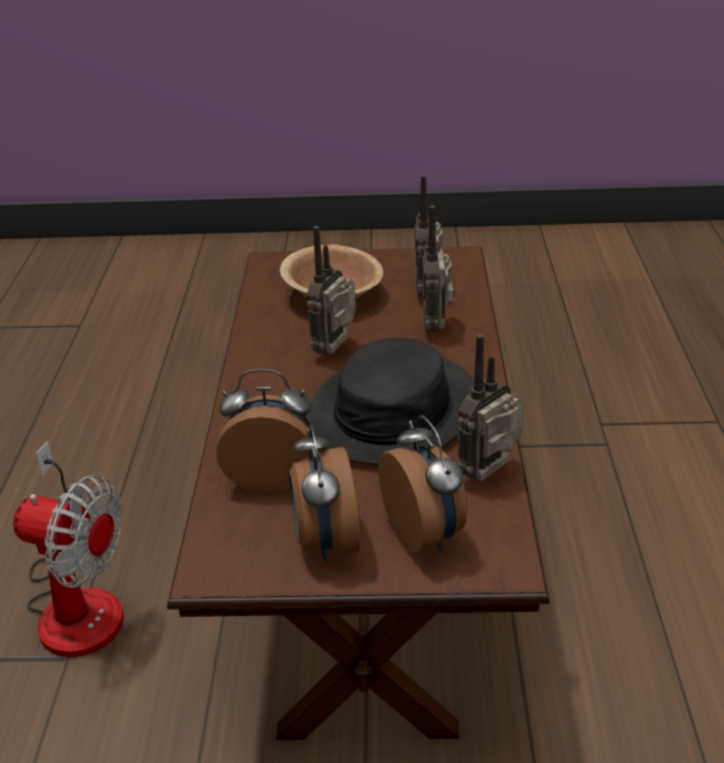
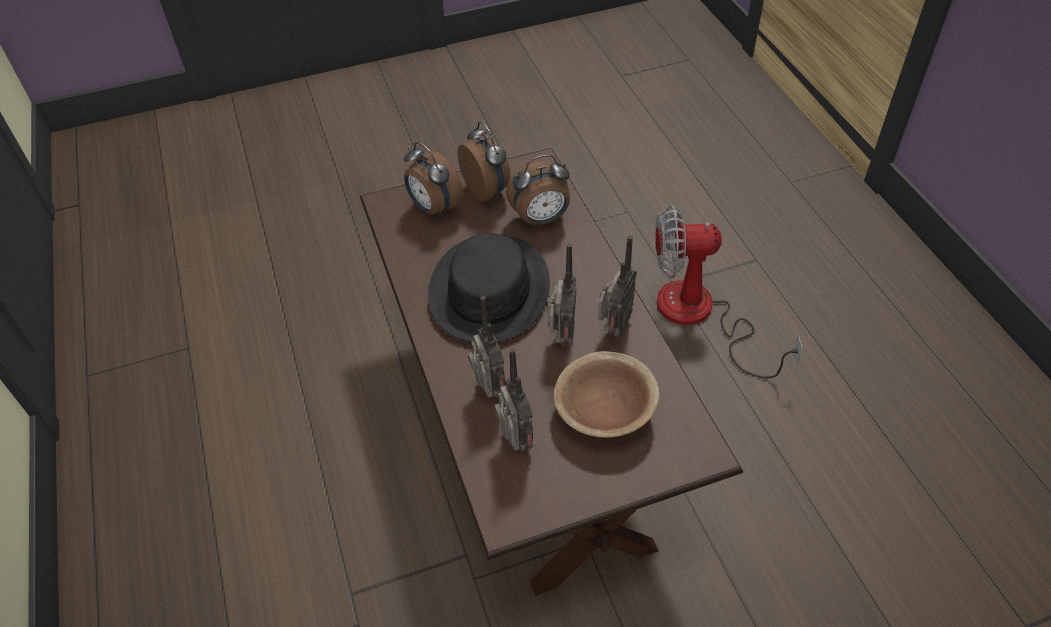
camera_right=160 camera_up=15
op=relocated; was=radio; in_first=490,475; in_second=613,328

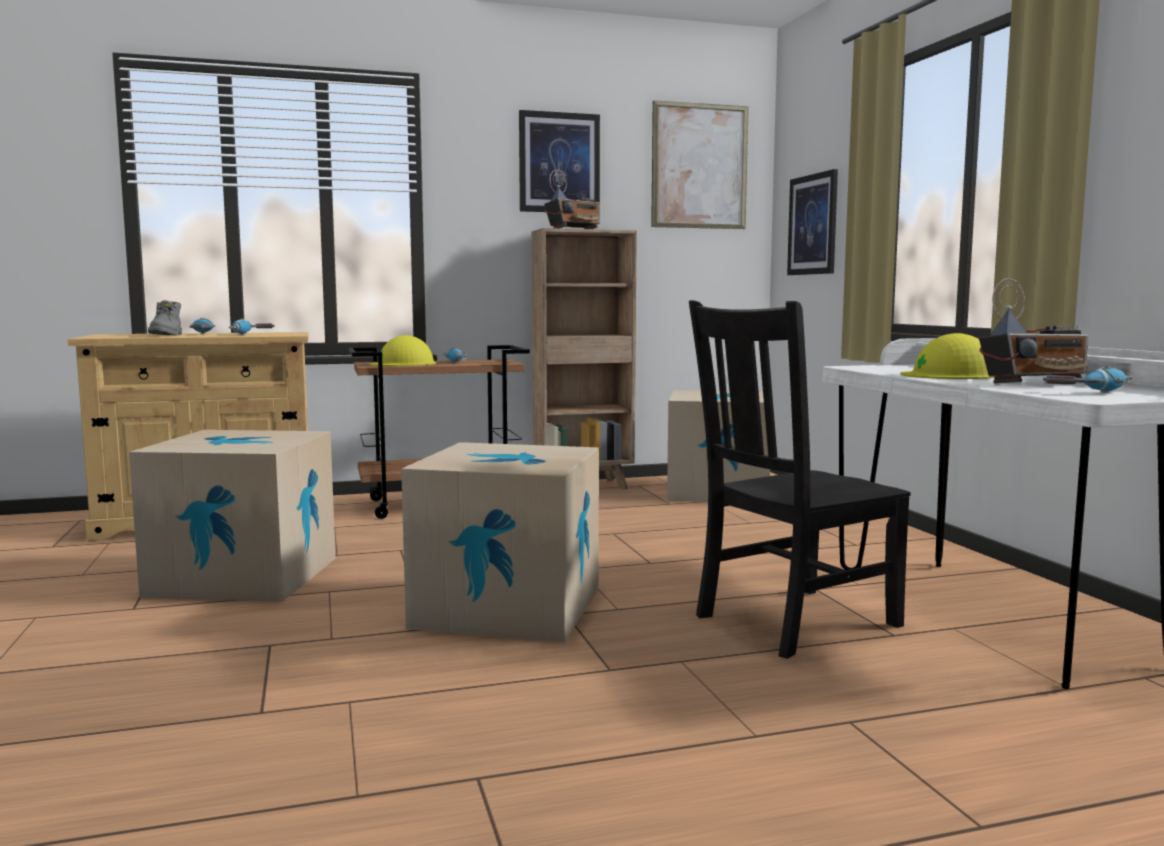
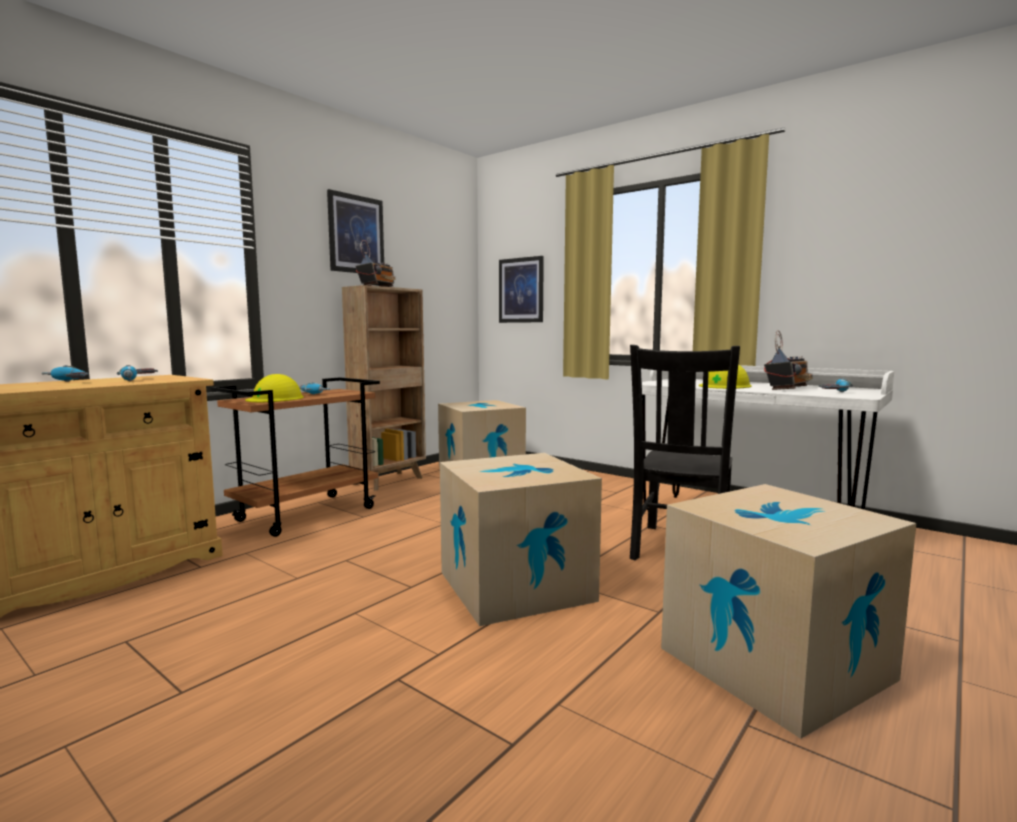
camera_right=-35 camera_up=0
op=missing; was=grey boot; in_first=167,335
op=missing; was=picture; in_first=699,166
op=relocated; was=cardboard box; in_first=244,576; in_second=774,663

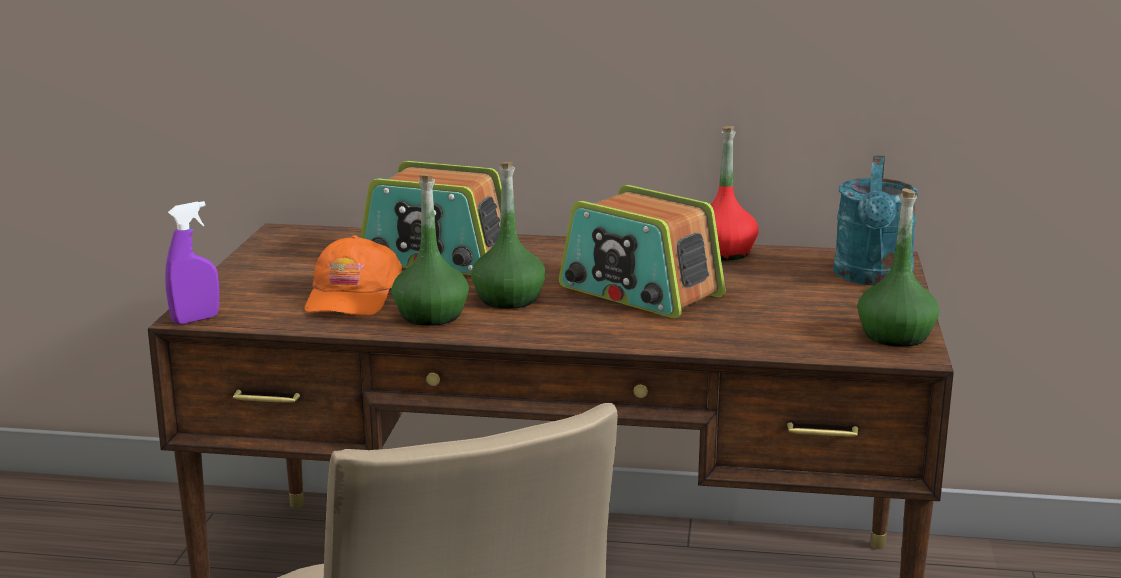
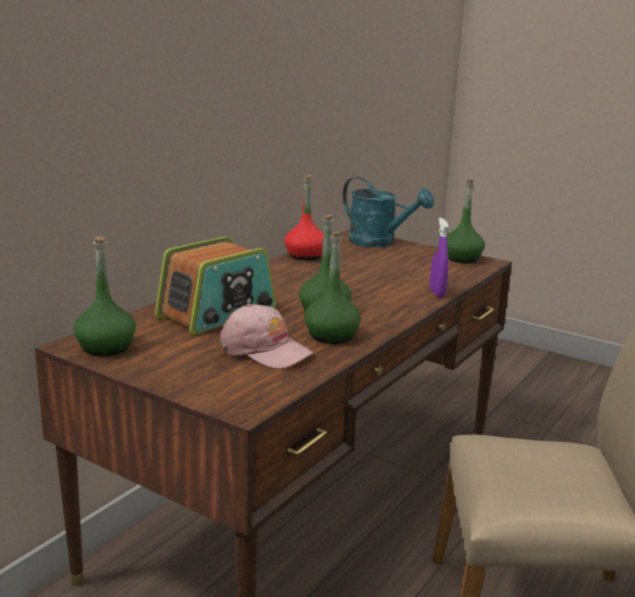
camera_right=-65 camera_up=0
op=missing; was=radio; in_first=640,292
op=appeared; now=green bottle; in_second=106,347
op=relocated; was=purple spray bottle; in_first=195,319; in_second=437,293
op=colour; was=orange cap; now=pink cap; in_first=352,296; in_second=265,350

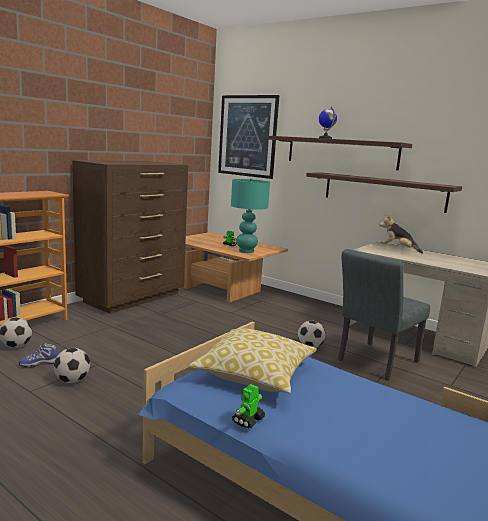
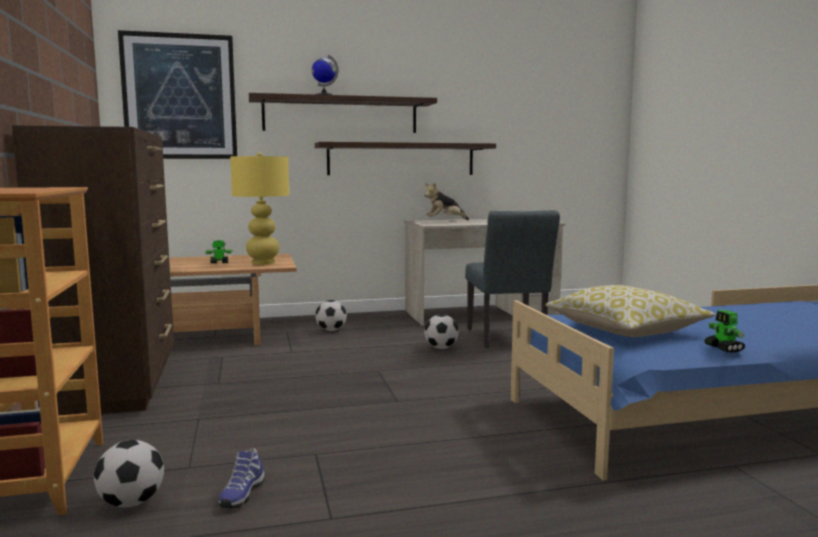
camera_right=-50 camera_up=-5
op=relocated; was=football; in_first=72,380; in_second=331,330
op=colour; was=turquoise table lamp; now=yellow table lamp; in_first=246,251; in_second=263,263

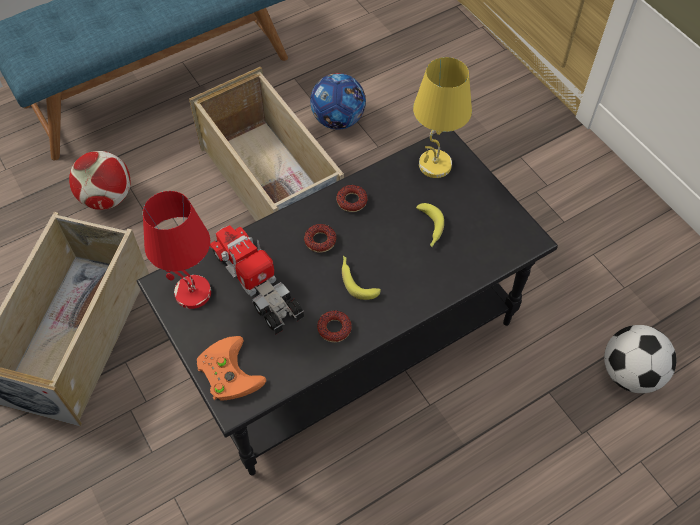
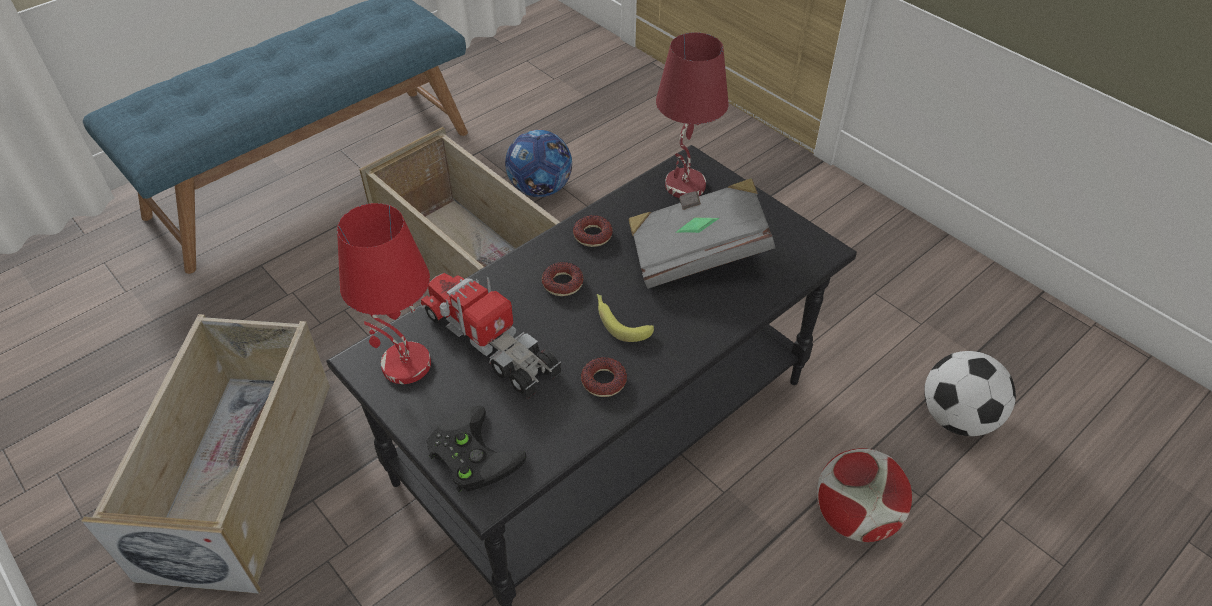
camera_right=-10 camera_up=-10
op=relocated; was=football; in_first=107,198; in_second=854,517
op=exchanged; was=banana; now=grey book; in_first=429,228; in_second=697,253
op=colour; was=orange game controller; now=black game controller; in_first=226,371; in_second=469,453
op=colour; was=yellow table lamp; now=red table lamp; in_first=434,166; in_second=685,186

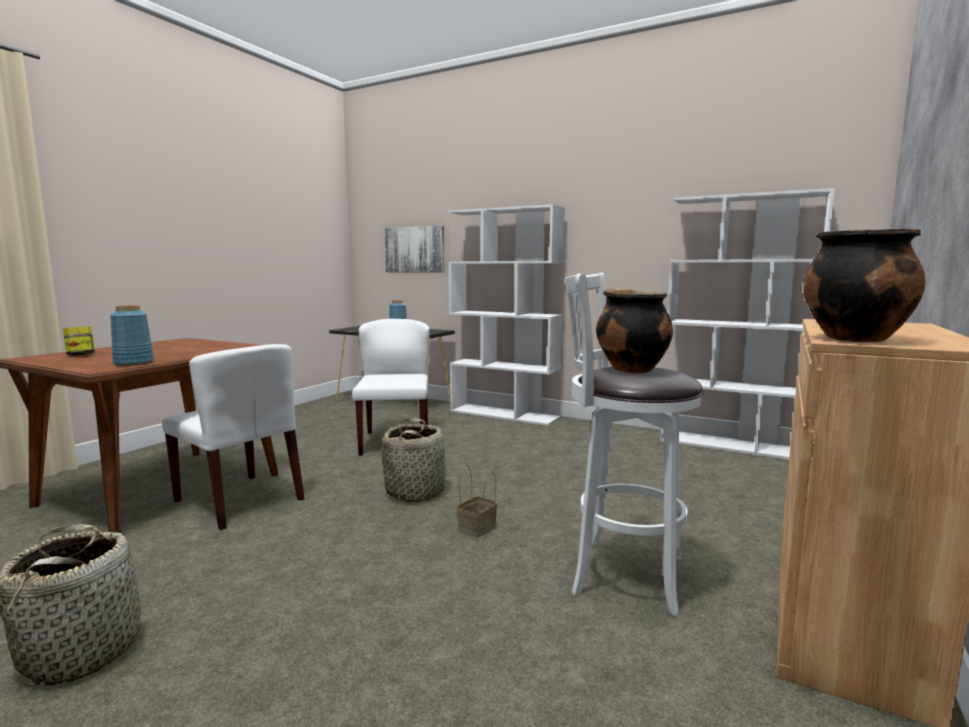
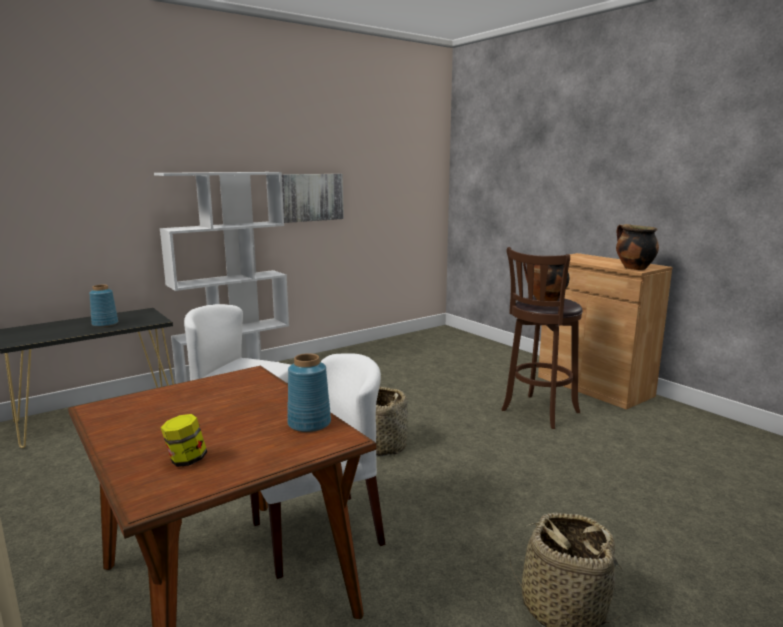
camera_right=-65 camera_up=5
op=missing; was=basket; in_first=477,529
op=missing; was=white bookcase; in_first=731,445
op=relocated; was=picture; in_first=415,249; in_second=310,197
op=colour; was=white stool; now=brown stool; in_first=621,573; in_second=538,412

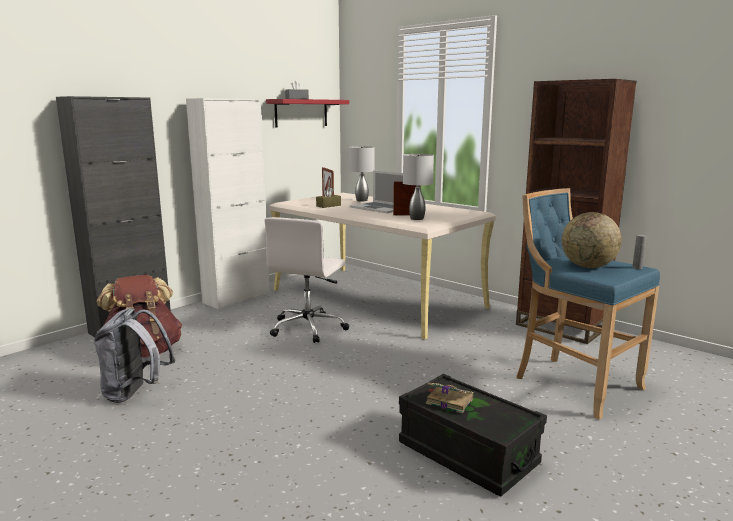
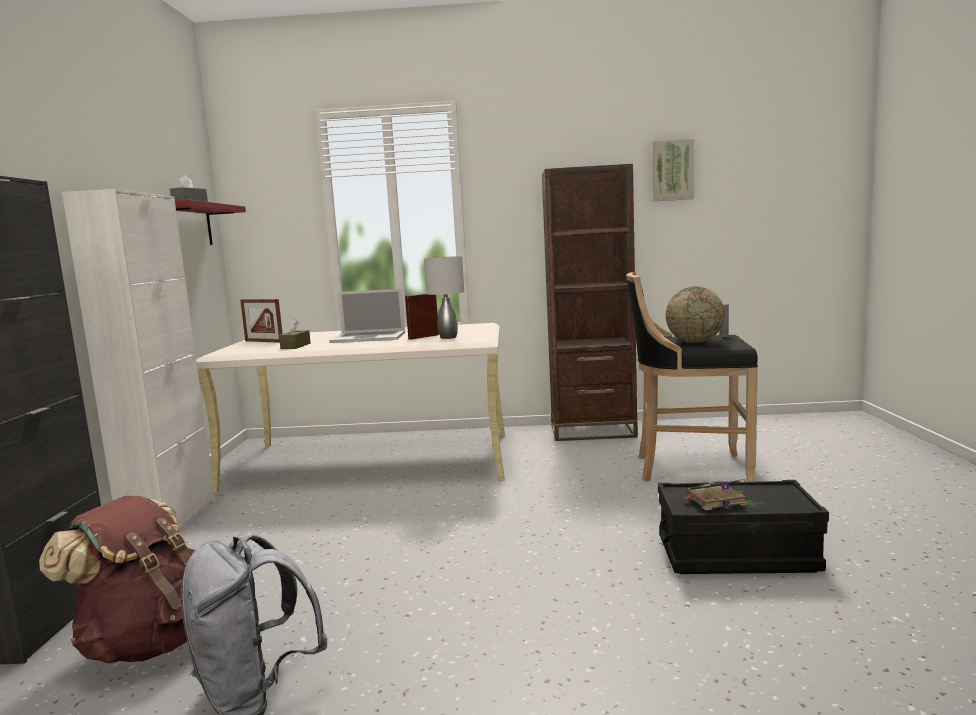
camera_right=-40 camera_up=-5
op=missing; was=white office chair; in_first=309,328
op=missing; was=grey table lamp; in_first=362,200
op=appeared; now=picture; in_second=672,170
op=colour; was=blue stool; now=black stool; in_first=573,383; in_second=688,469

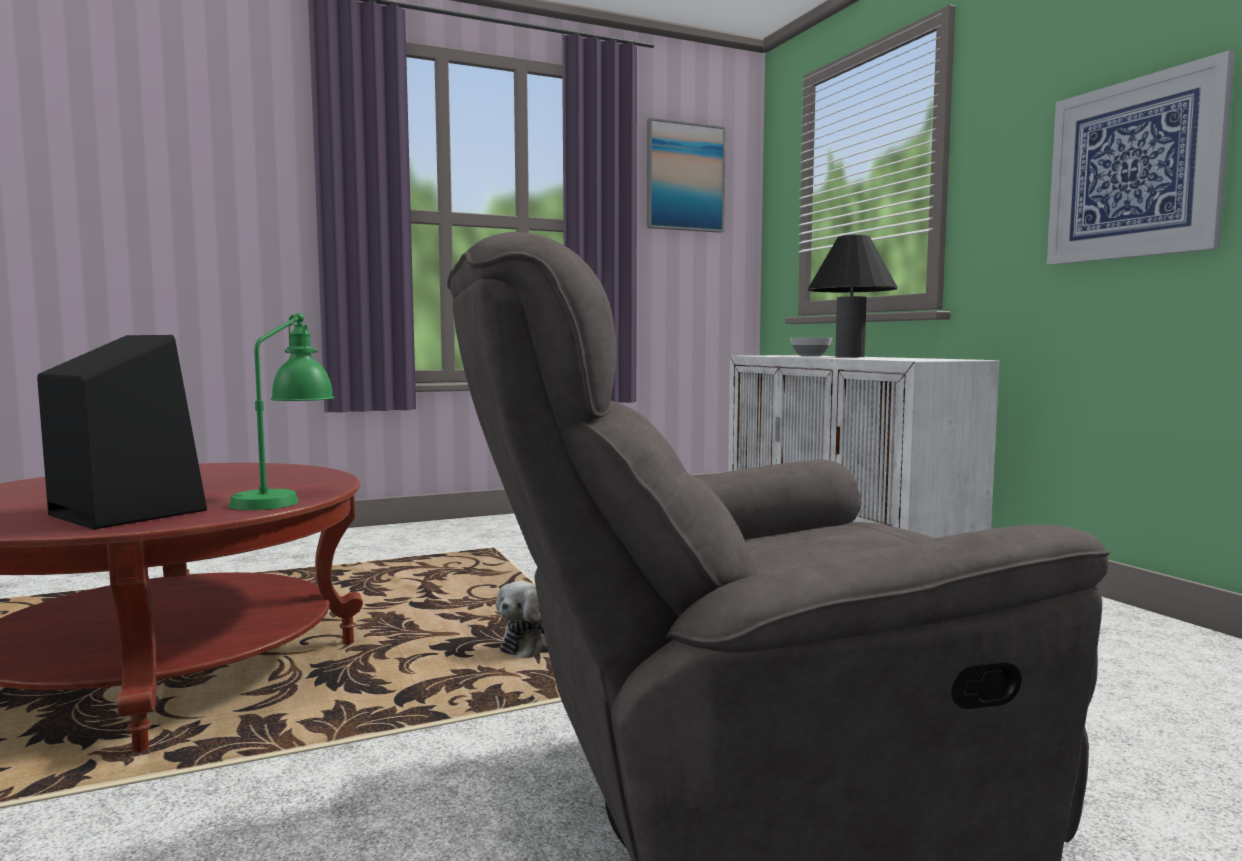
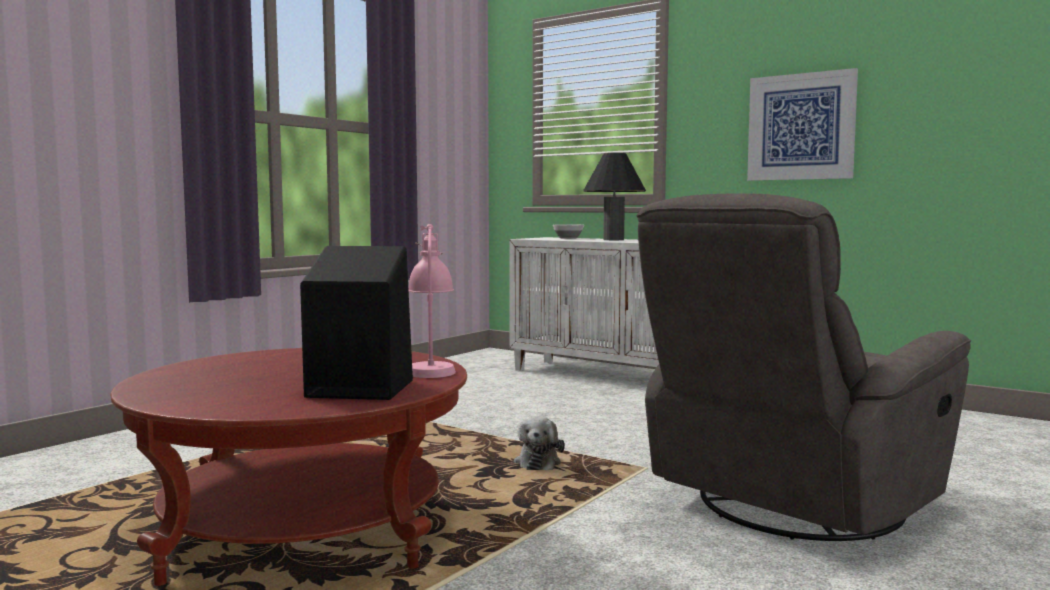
camera_right=-30 camera_up=0
op=missing; was=picture; in_first=684,177
op=colour; was=green table lamp; now=pink table lamp; in_first=285,498; in_second=430,368

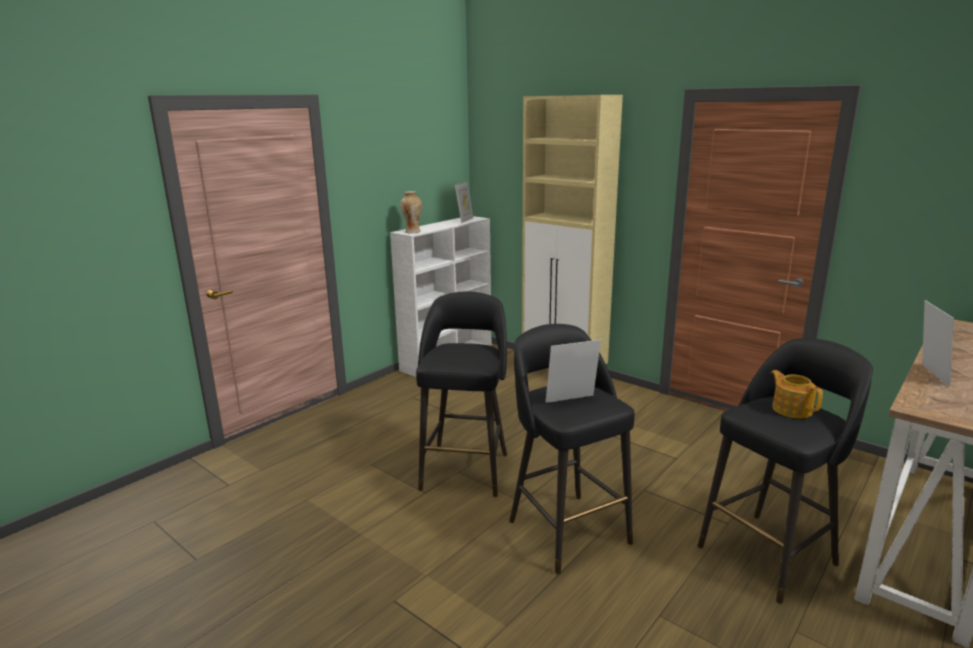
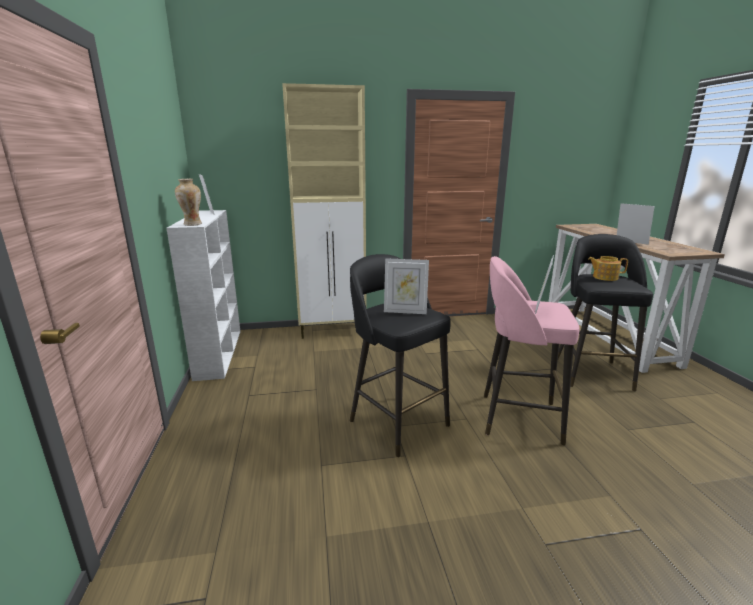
camera_right=-50 camera_up=0
op=appeared; now=picture frame; in_second=405,311
op=colour; was=black stool; now=pink stool; in_first=567,530; in_second=517,417

